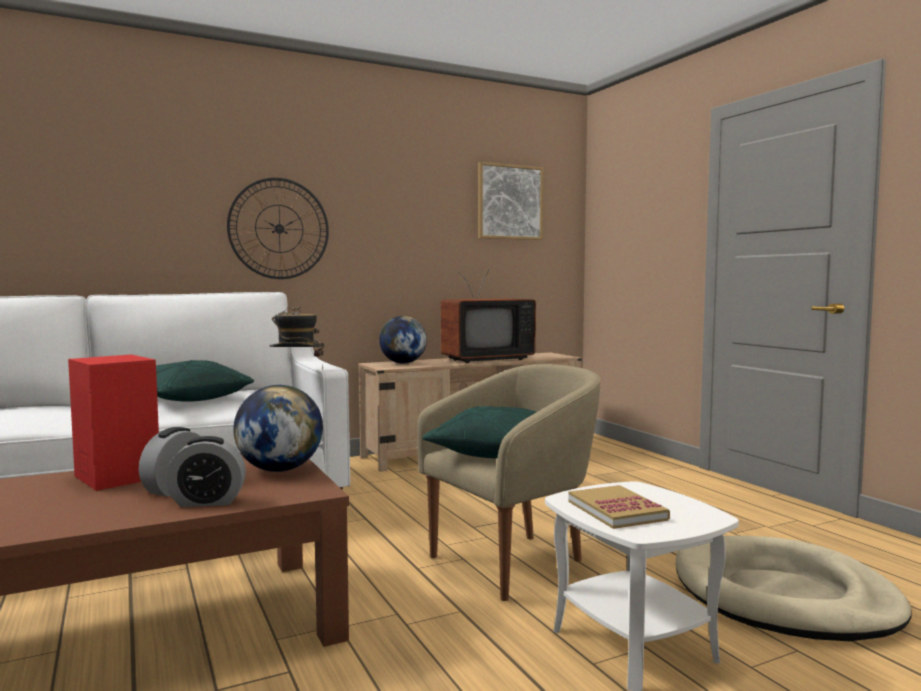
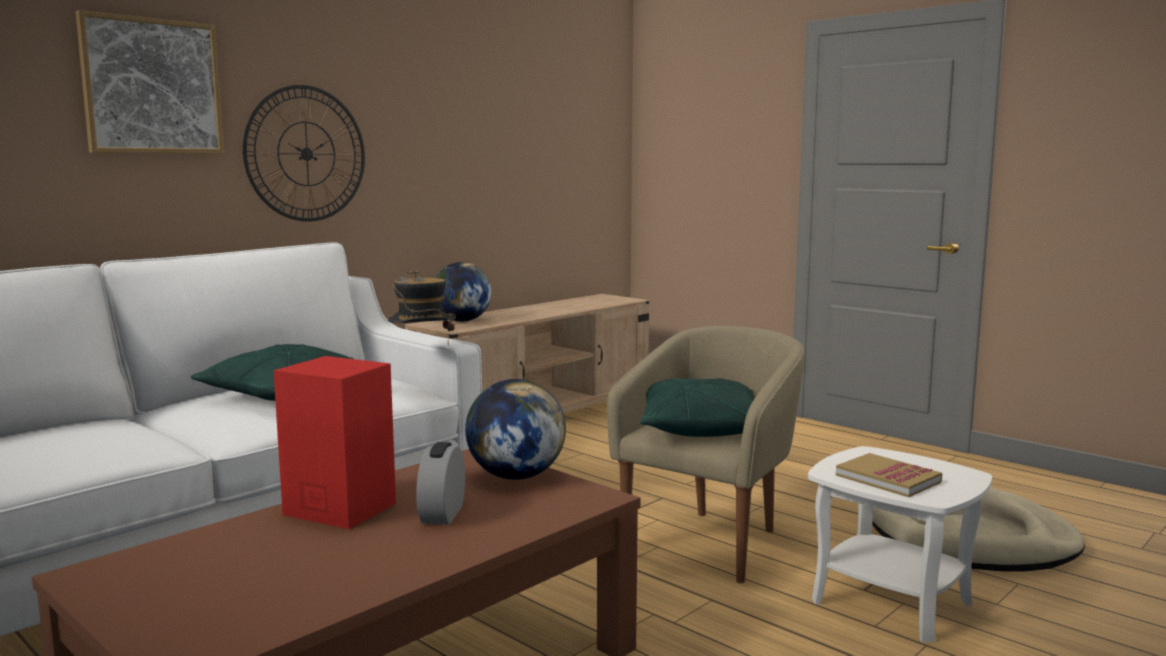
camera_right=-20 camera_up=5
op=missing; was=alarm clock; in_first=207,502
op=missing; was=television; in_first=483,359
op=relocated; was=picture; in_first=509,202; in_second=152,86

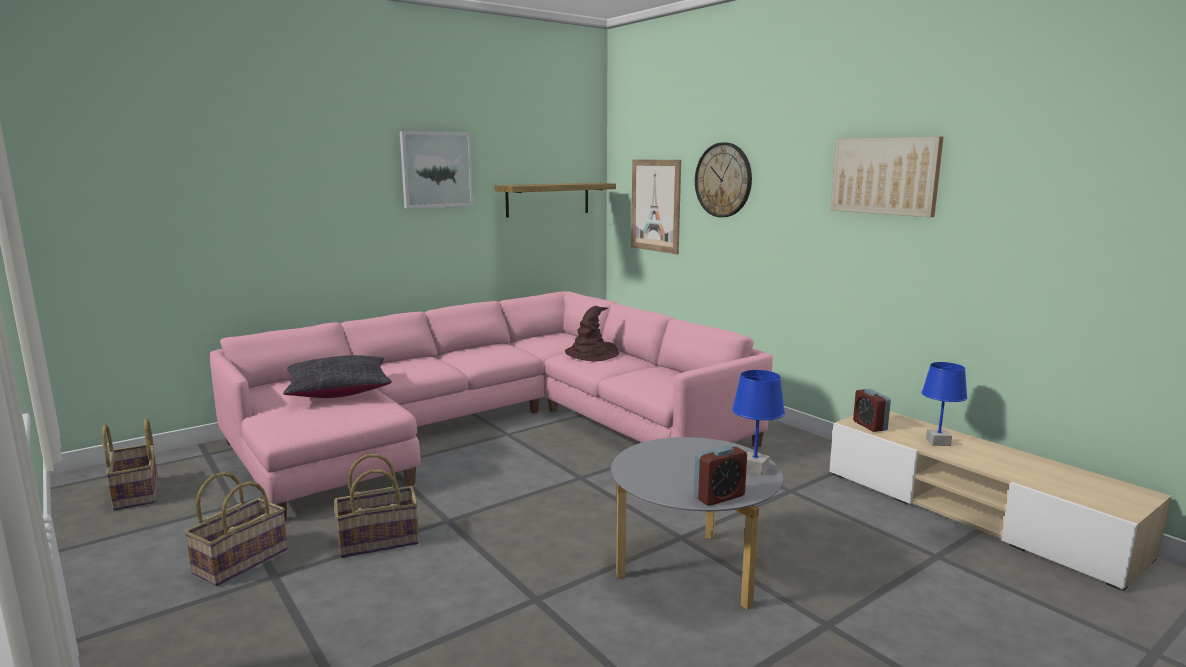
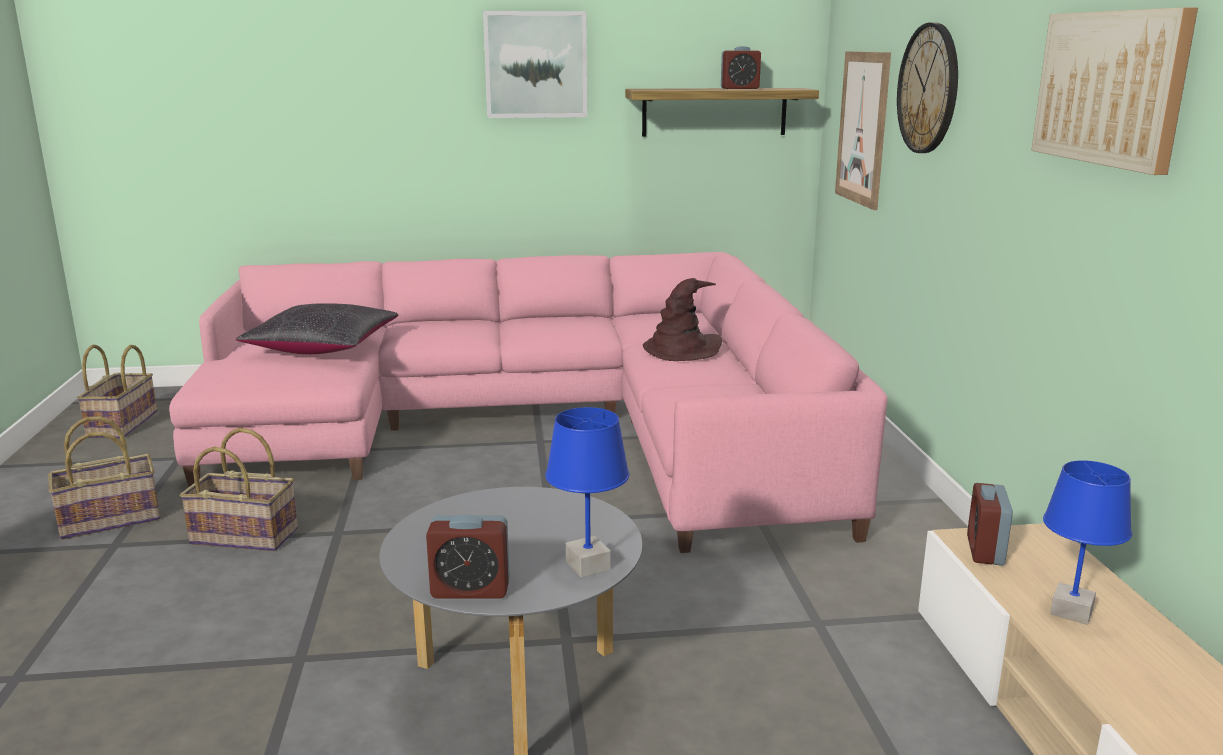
camera_right=30 camera_up=5
op=appeared; now=alarm clock; in_second=739,88

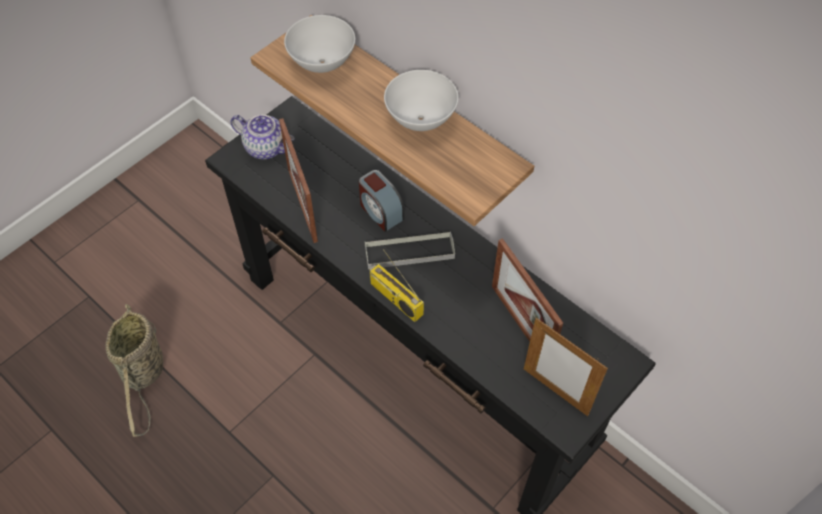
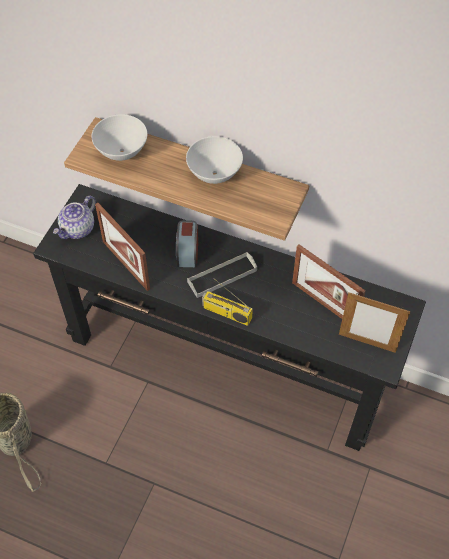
camera_right=-20 camera_up=0
op=spun; was=teapot; in_first=266,147; in_second=78,229; clockwise=120
op=spun; was=alarm clock; in_first=380,211; in_second=187,252; clockwise=60

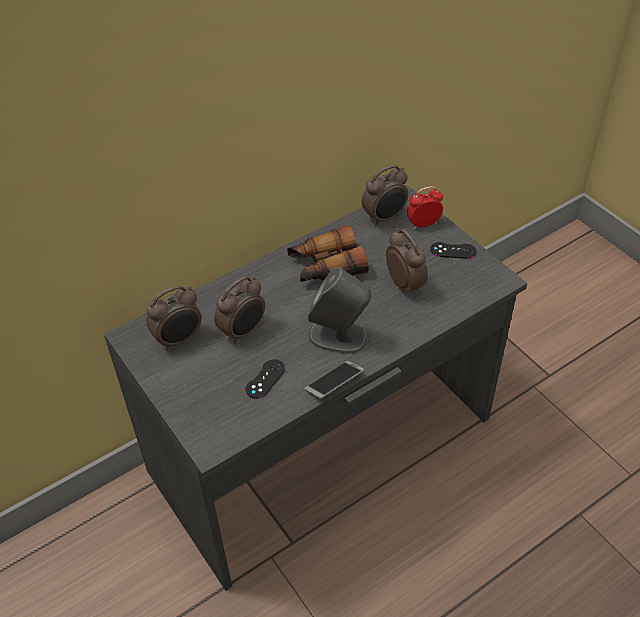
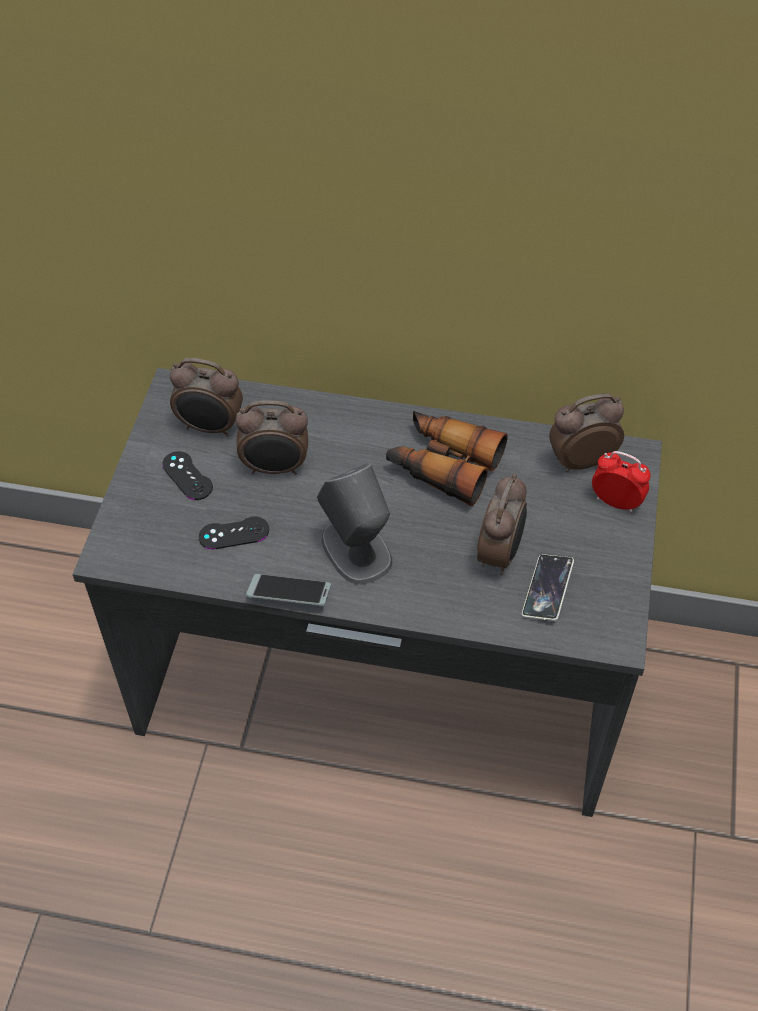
camera_right=45 camera_up=5
op=appeared; now=phone; in_second=547,590
op=relocated; was=black game controller; in_first=453,250; in_second=187,476
op=spun; was=alarm clock; in_first=385,218; in_second=580,460; clockwise=150

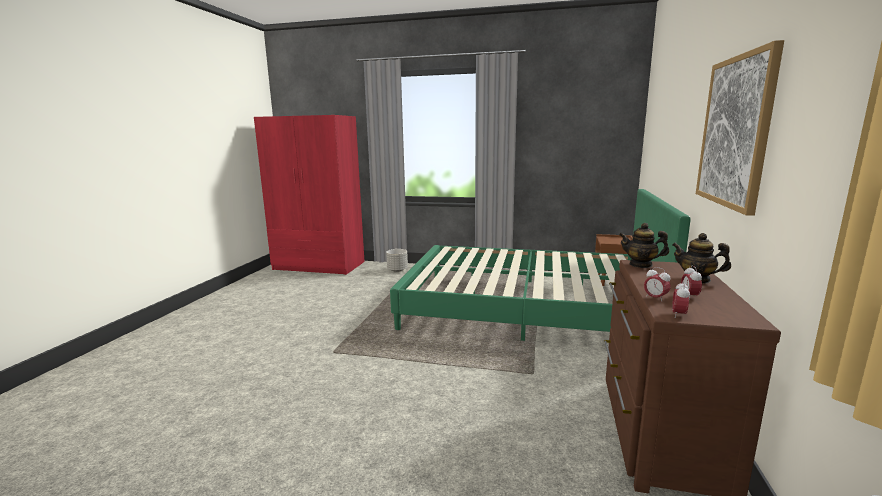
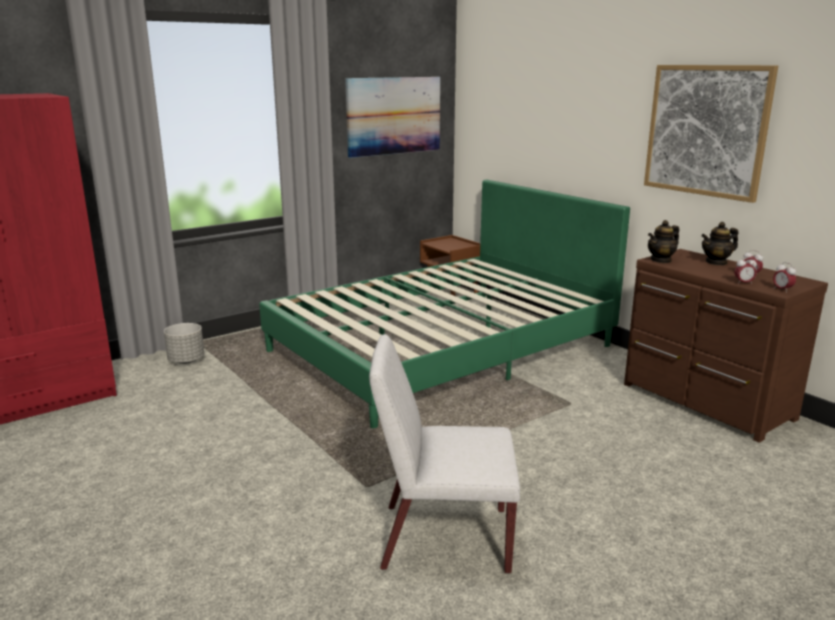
camera_right=-50 camera_up=5
op=appeared; now=picture; in_second=393,115
op=appeared; now=white chair; in_second=443,538

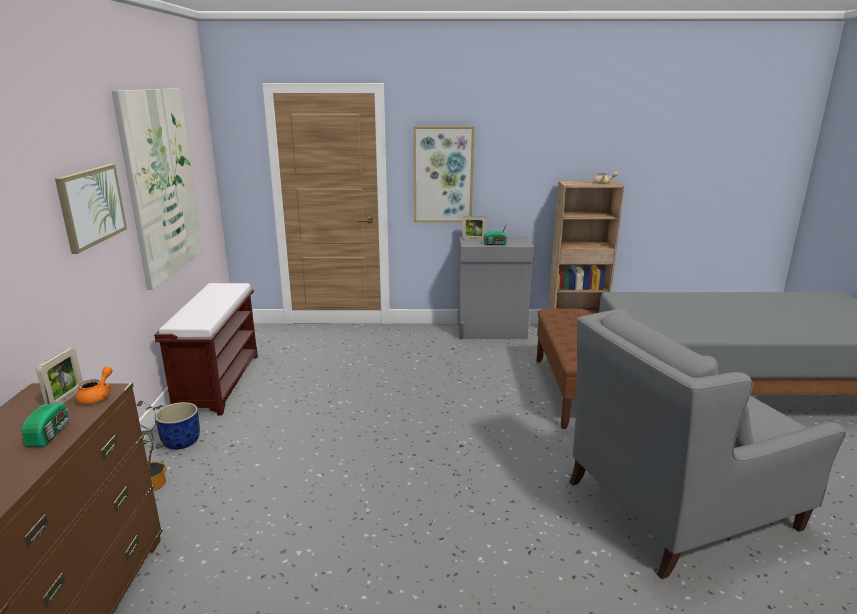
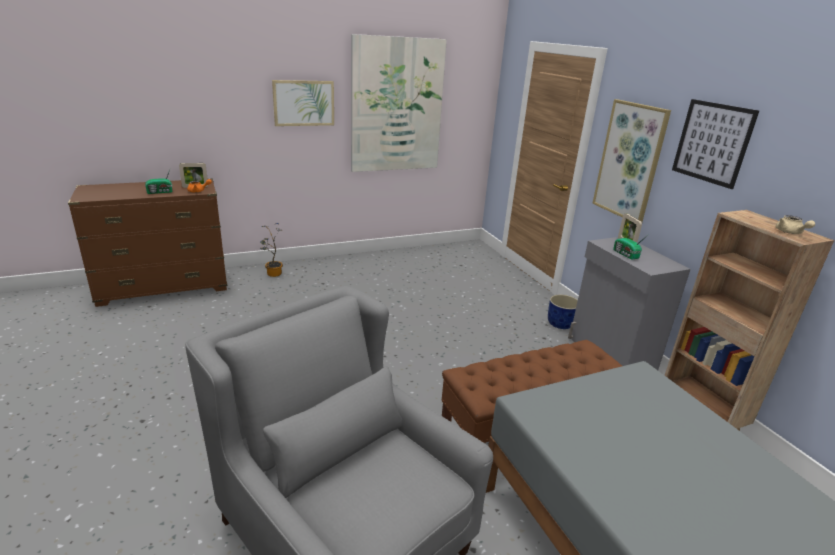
camera_right=65 camera_up=5
op=missing; was=brown bench; in_first=219,382
op=appeared; now=picture; in_second=712,143
op=relocated; was=blue planter; in_first=181,441; in_second=560,324

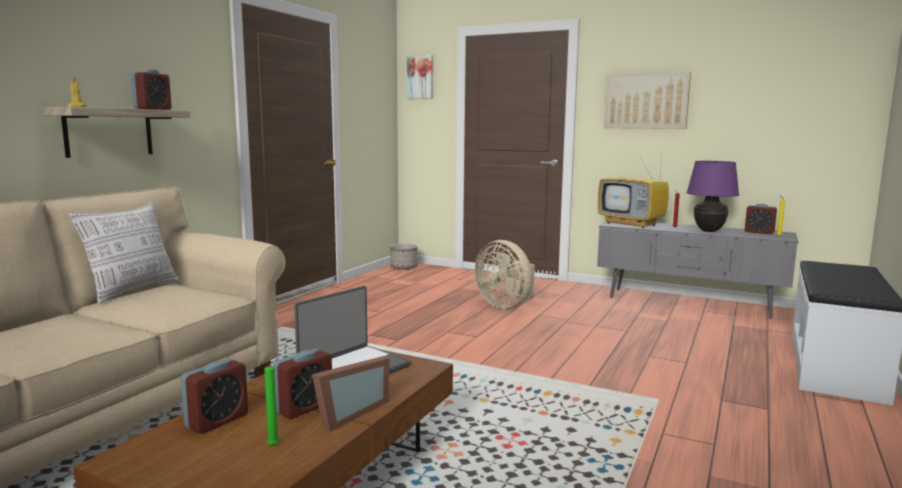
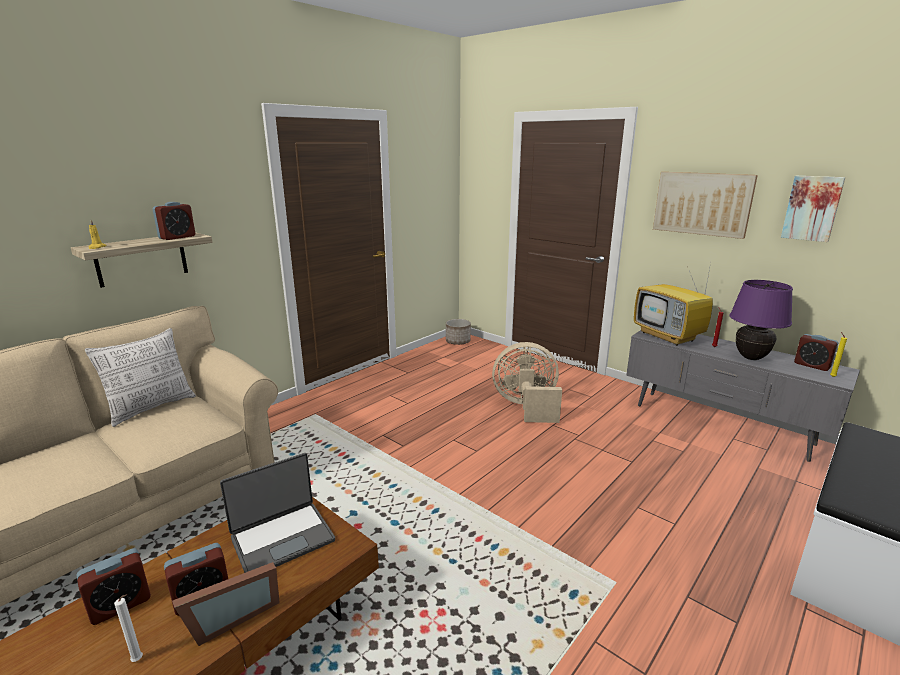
camera_right=15 camera_up=10
op=relocated; was=picture; in_first=421,77; in_second=812,208
op=colour; was=green candle; now=white candle; in_first=275,446; in_second=139,660
op=spun; was=beige fan; in_first=506,305; in_second=526,407; clockwise=120

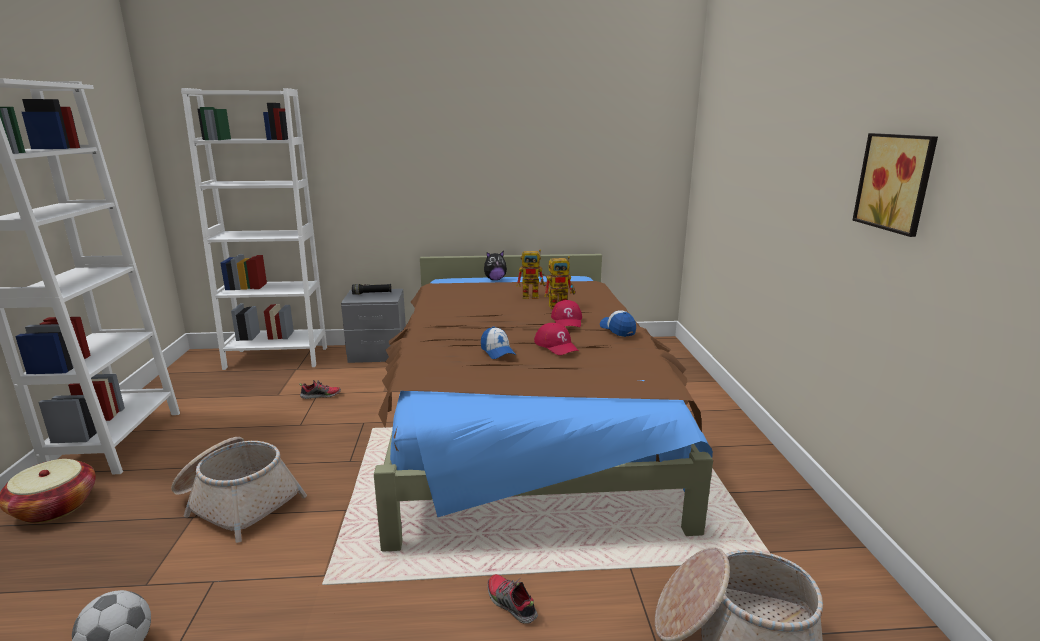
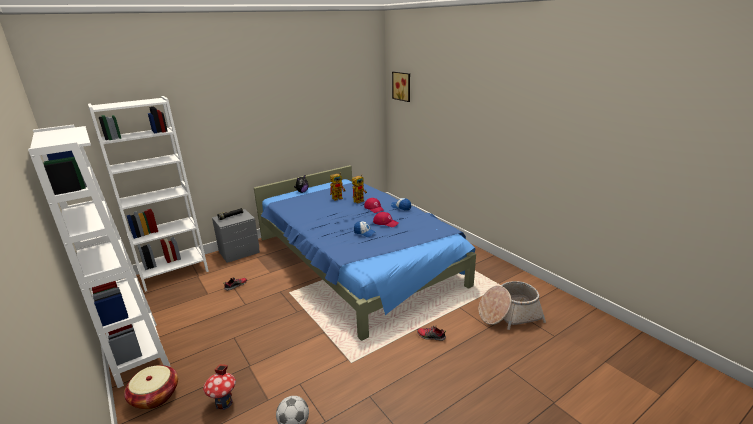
camera_right=-30 camera_up=5
op=missing; was=basket; in_first=237,502
op=appeared; now=toy house; in_second=224,403
op=relocated; was=picture; in_first=897,182; in_second=402,86
op=colour; was=brown bed; now=blue bed; in_first=524,414; in_second=357,261

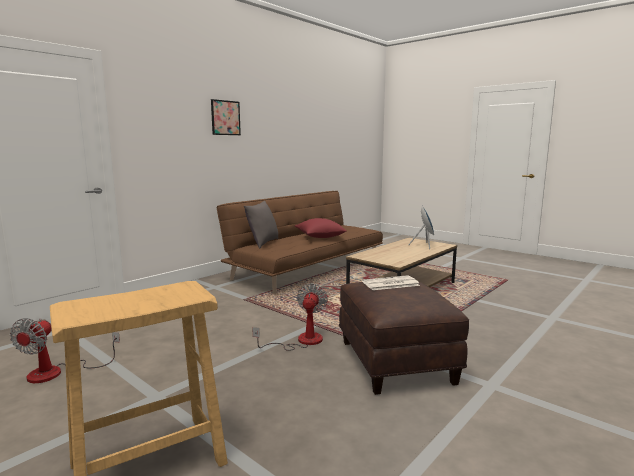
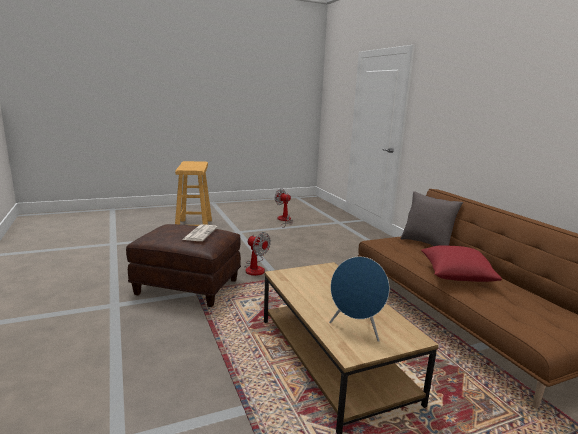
camera_right=115 camera_up=5
op=missing; was=picture; in_first=225,118

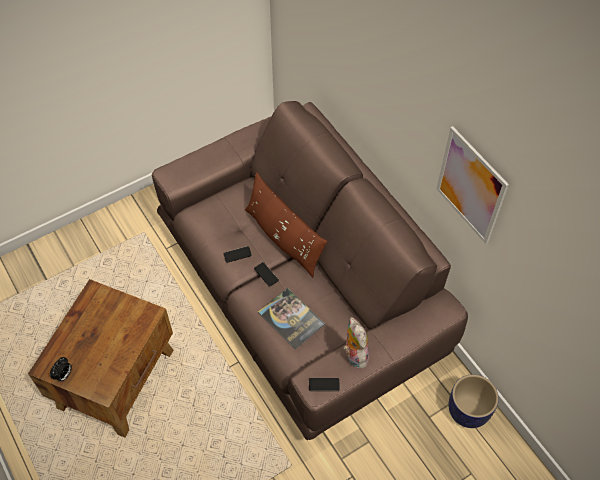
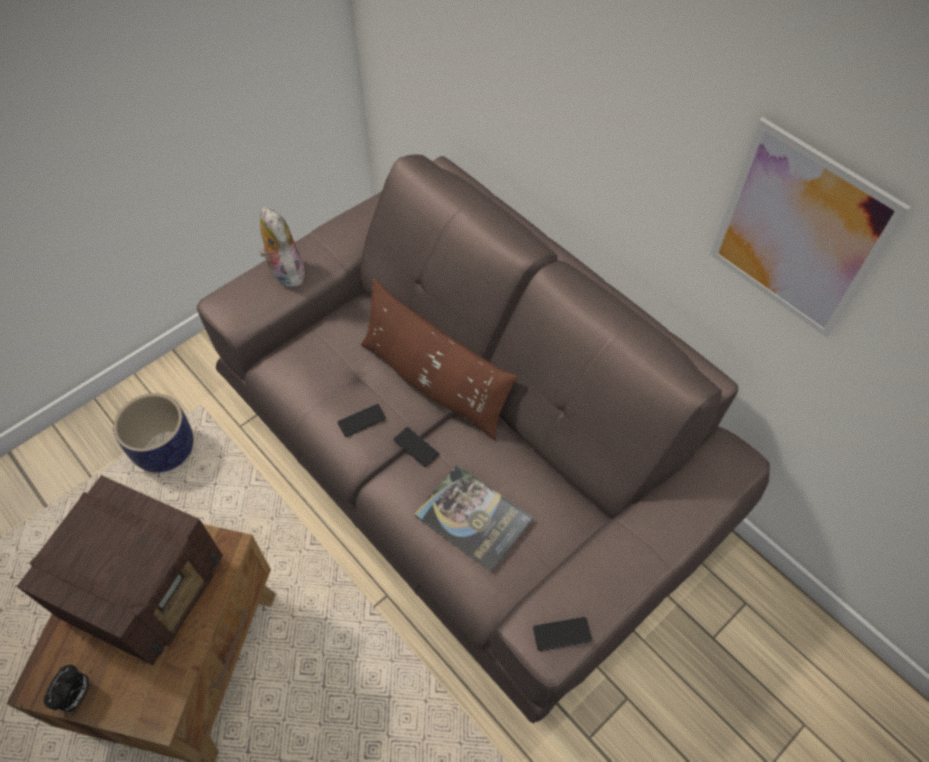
camera_right=-10 camera_up=0
op=appeared; now=radio; in_second=147,587
op=relocated; was=plush toy; in_first=354,355; in_second=284,272
op=relocated; was=planter; in_first=468,411; in_second=166,450

